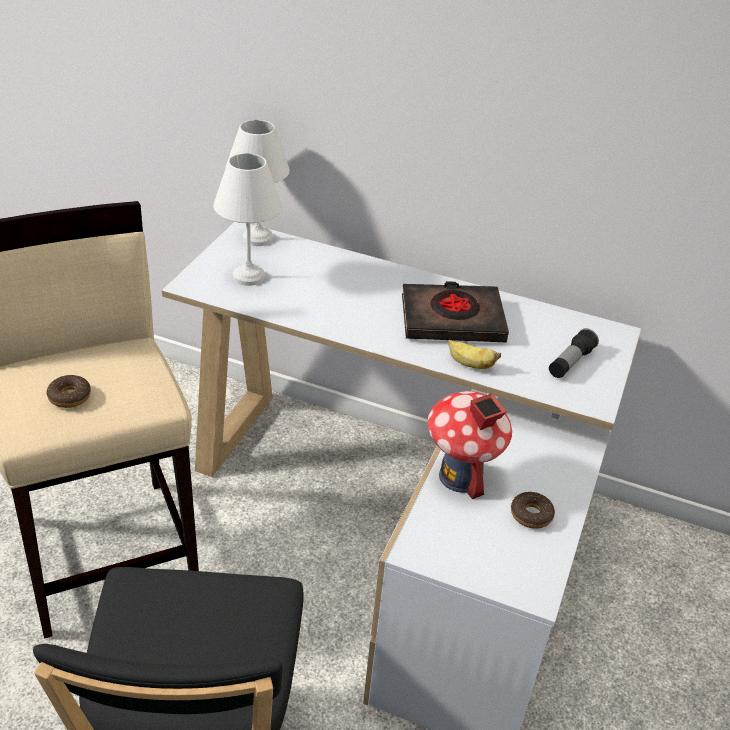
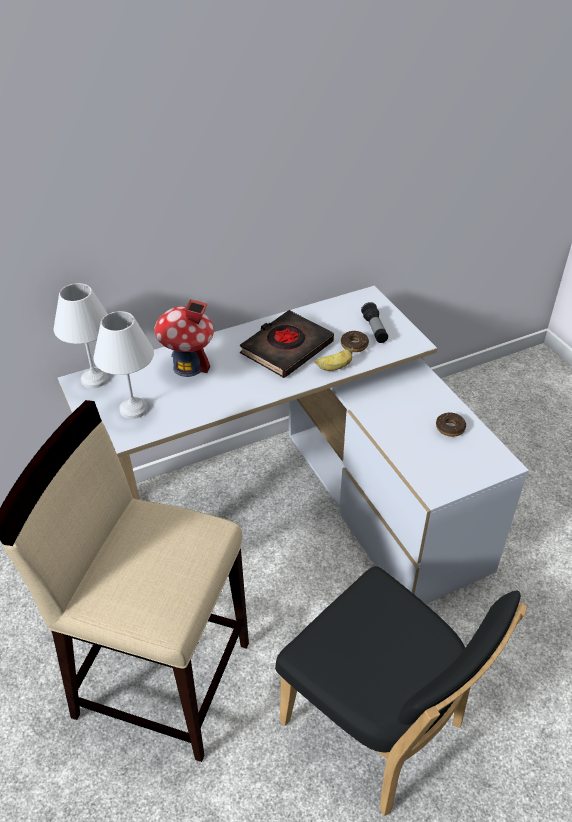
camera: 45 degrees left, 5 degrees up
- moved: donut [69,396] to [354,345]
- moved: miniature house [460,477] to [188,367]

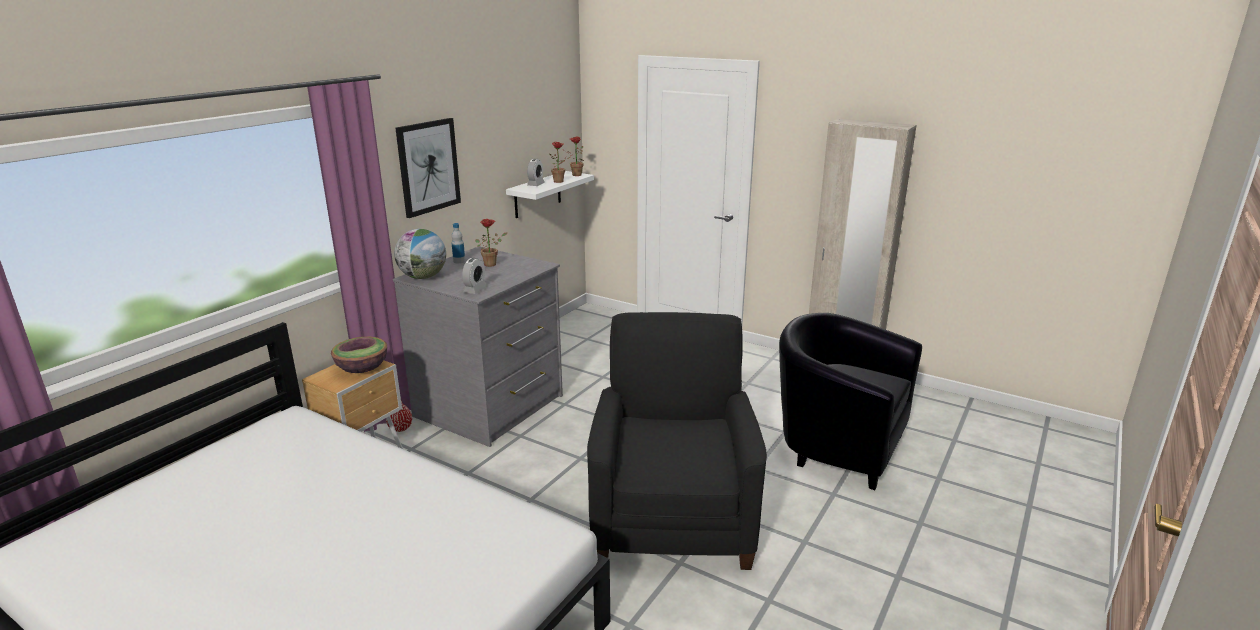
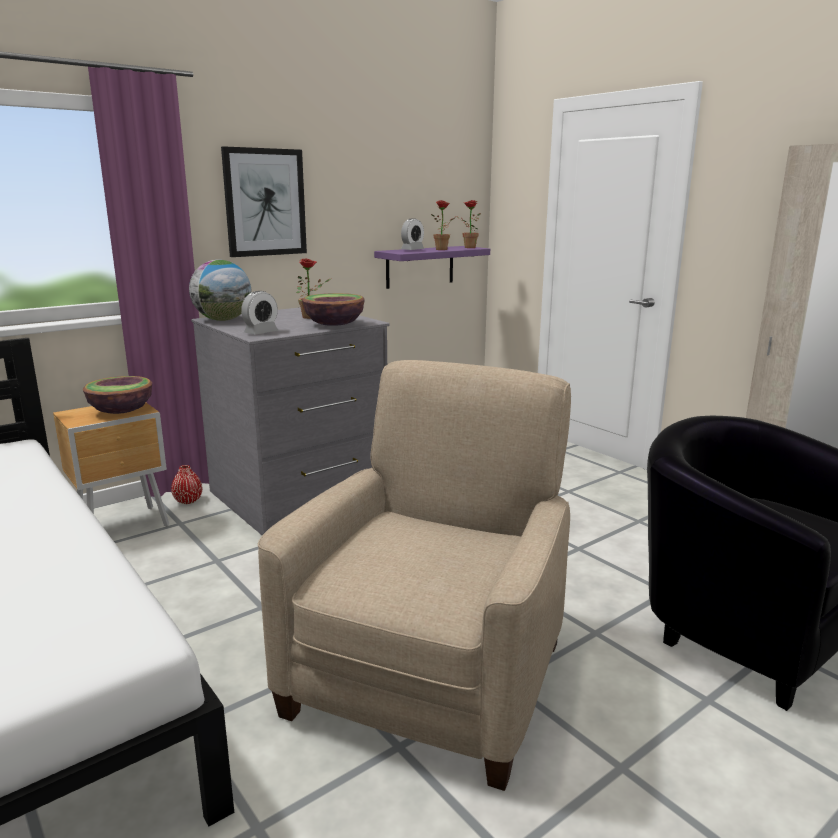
camera: 20 degrees right, 5 degrees down
- removed: beverage bottle [459,261]
- recoloured: white-coloured shelf [537,194] to purplish shelf [420,266]
- recoloured: black-coloured lounge chair [672,518] to beige-coloured lounge chair [429,675]
- added: bowl [334,325]

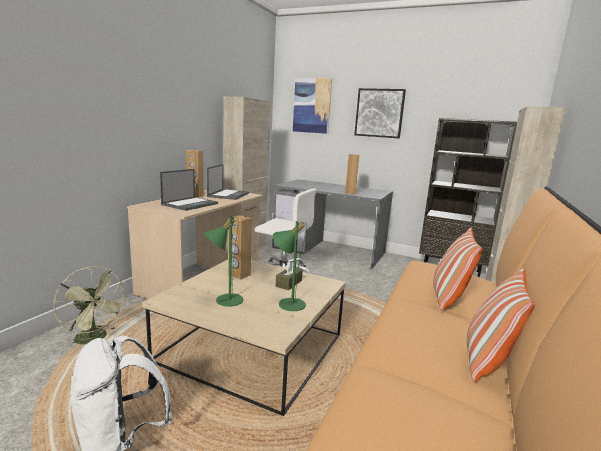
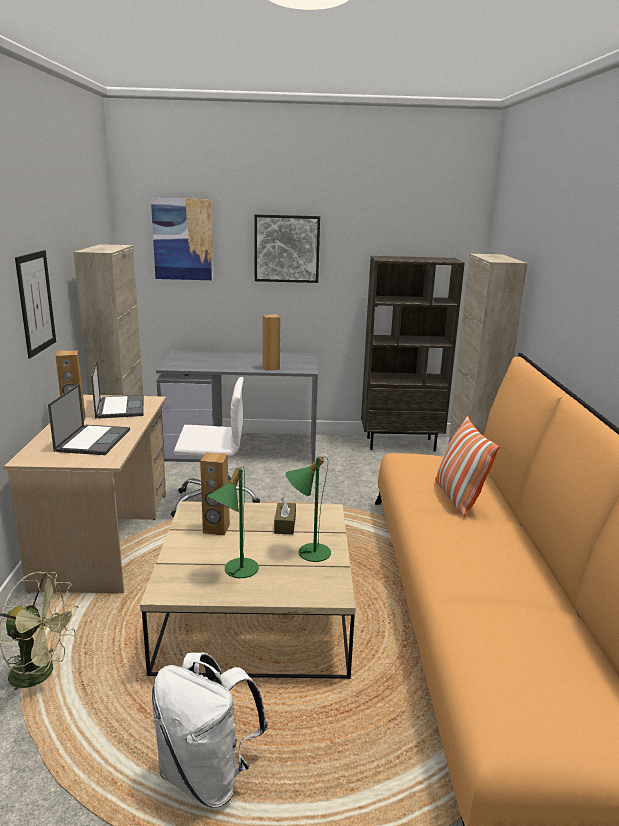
camera: 25 degrees left, 5 degrees up
- removed: pillow [487,361]
- added: wall art [36,302]

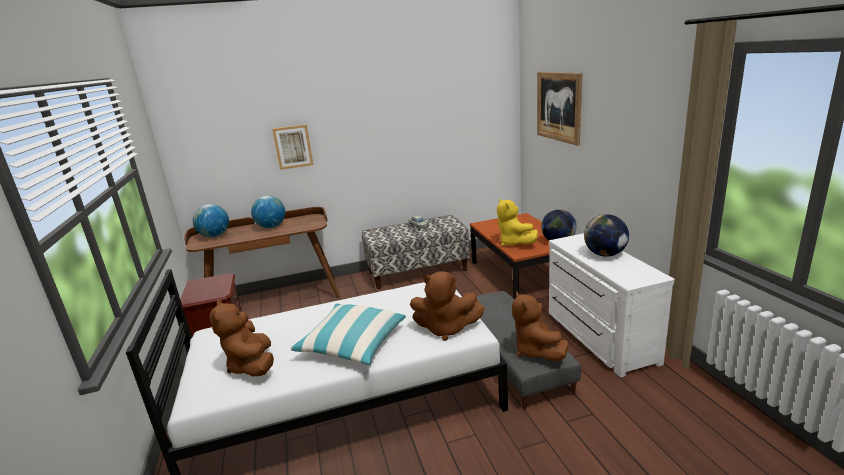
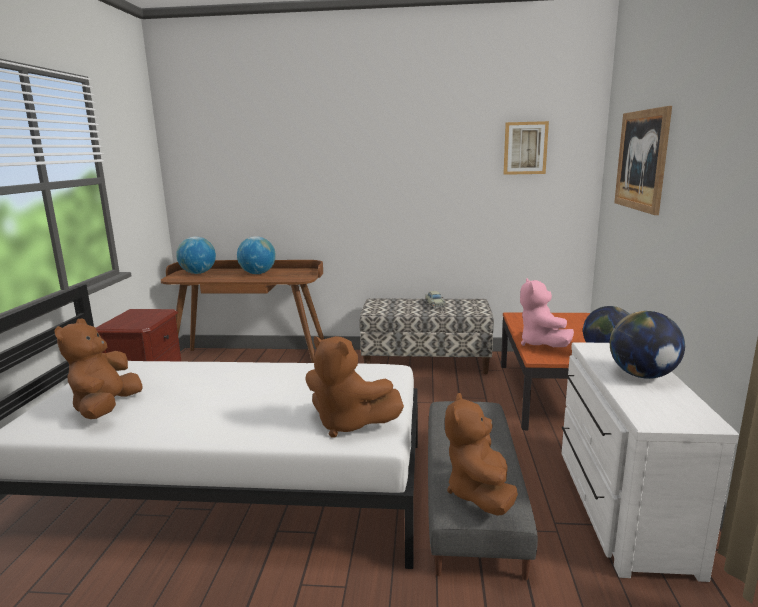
camera: 20 degrees right, 5 degrees down
- moved: wall art [293,146] to [525,148]
- removed: pillow [352,343]
- recoloured: yellow soft toy [514,243] to pink soft toy [541,344]

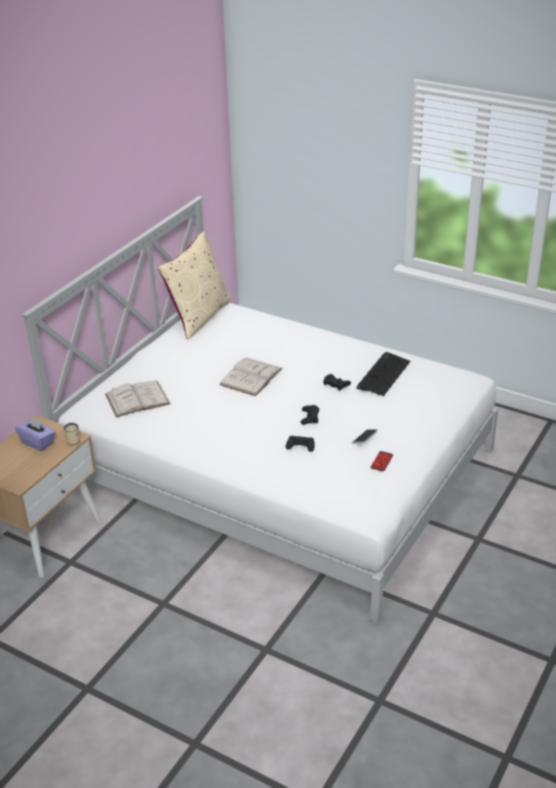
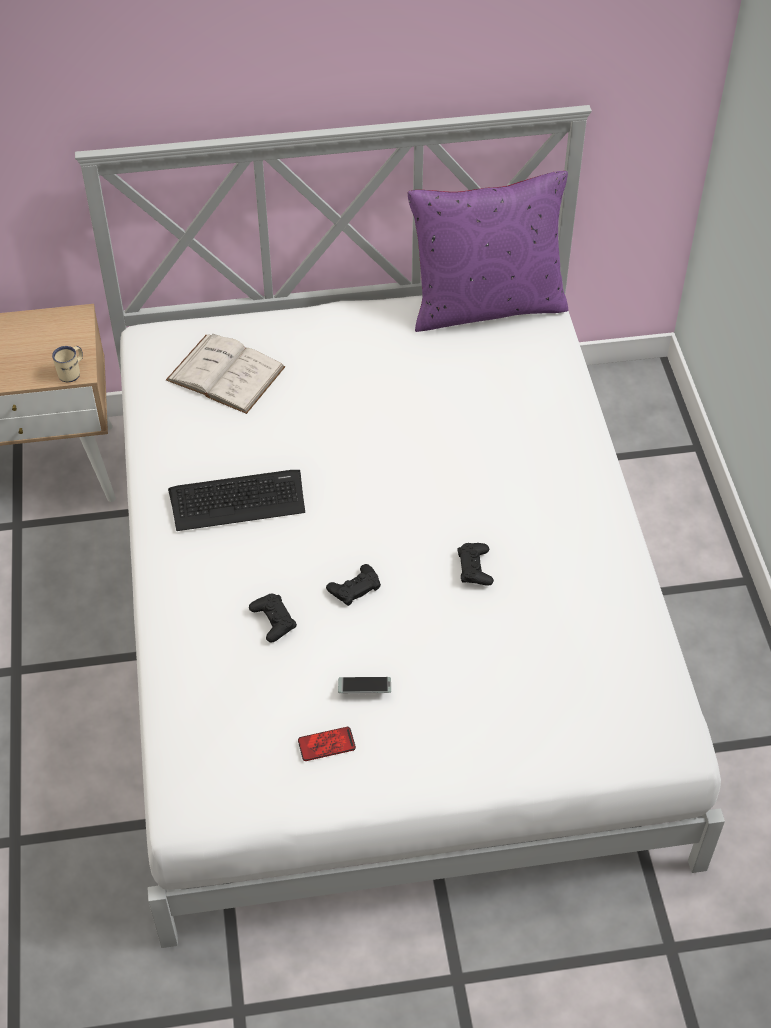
camera: 50 degrees right, 15 degrees up
- removed: purplish tissue box [38,442]
- recoloured: beige-coloured pillow [199,317] to purplish pillow [486,305]
- removed: white-coloured book [251,376]
- moved: keyboard [383,375] to [237,500]

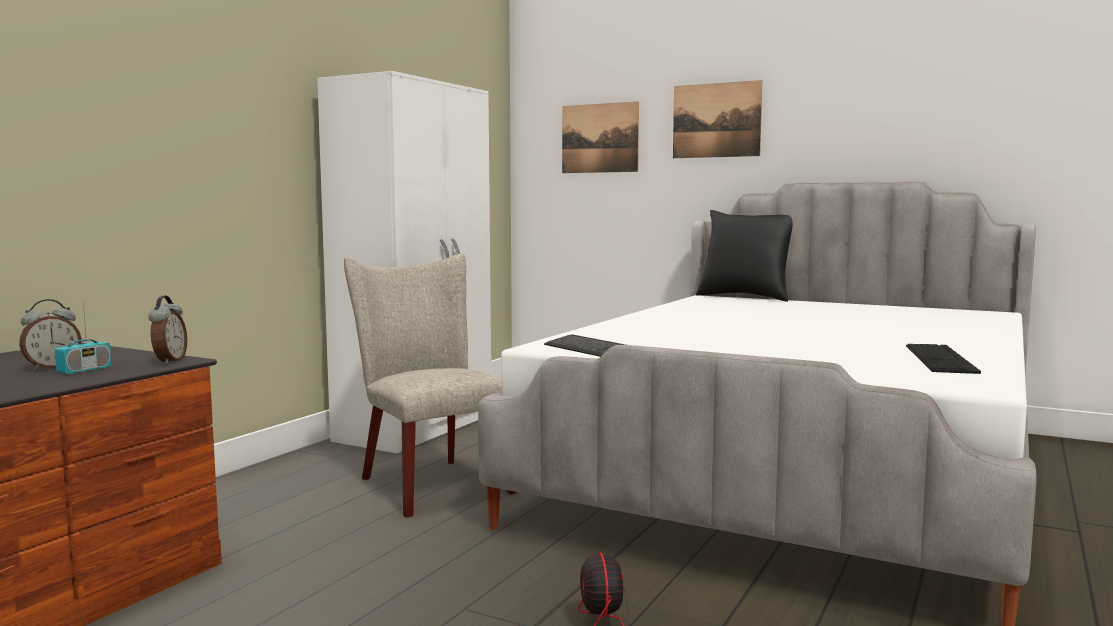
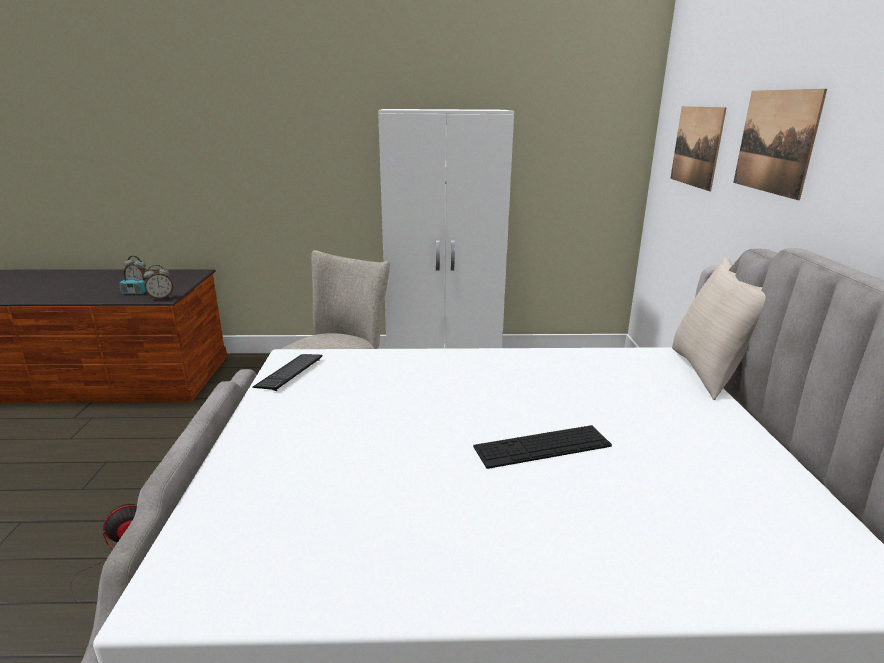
camera: 60 degrees right, 15 degrees up
- recoloured: black-coloured pillow [745,297] to beige-coloured pillow [709,372]
- moved: keyboard [940,359] to [542,446]

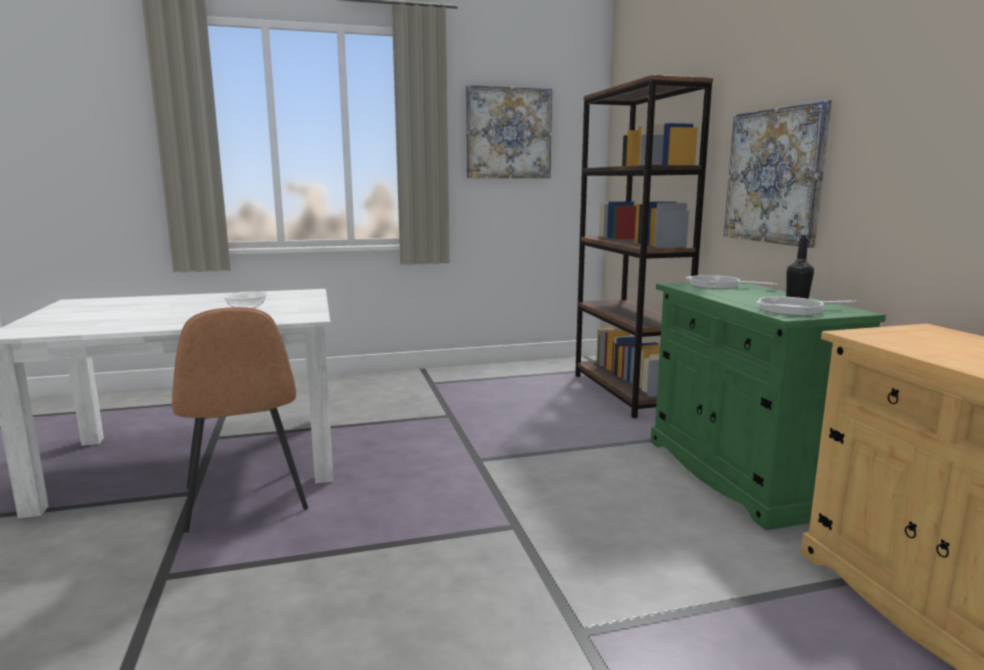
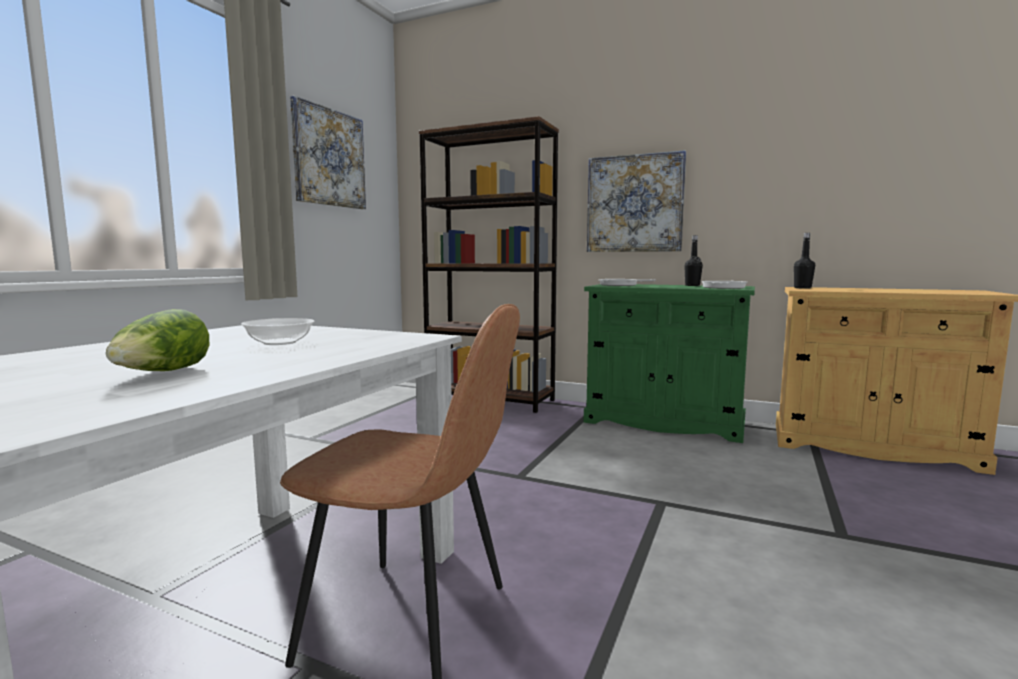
camera: 50 degrees left, 5 degrees down
- added: lettuce head [162,373]
- added: black-coloured beverage bottle [802,288]

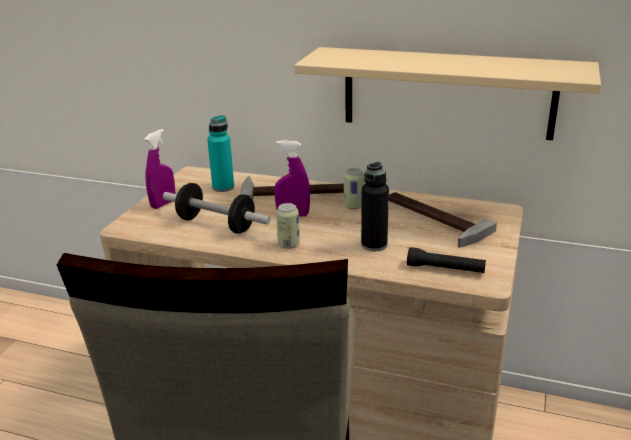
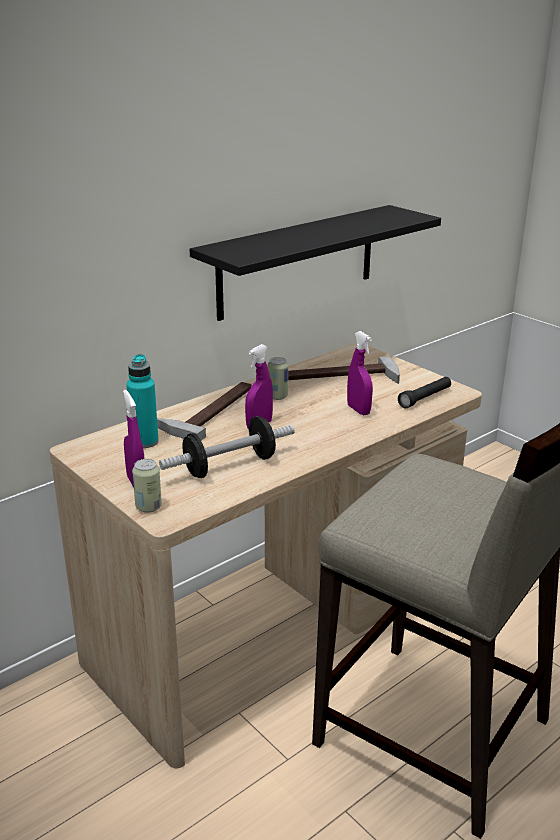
camera: 60 degrees left, 0 degrees up
- moved: metal can [288,244] to [148,507]
- recoloured: beige-coloured shelf [447,93] to black-coloured shelf [297,261]
- replaced: black-coloured beverage bottle [374,245] to purplish spray bottle [358,410]

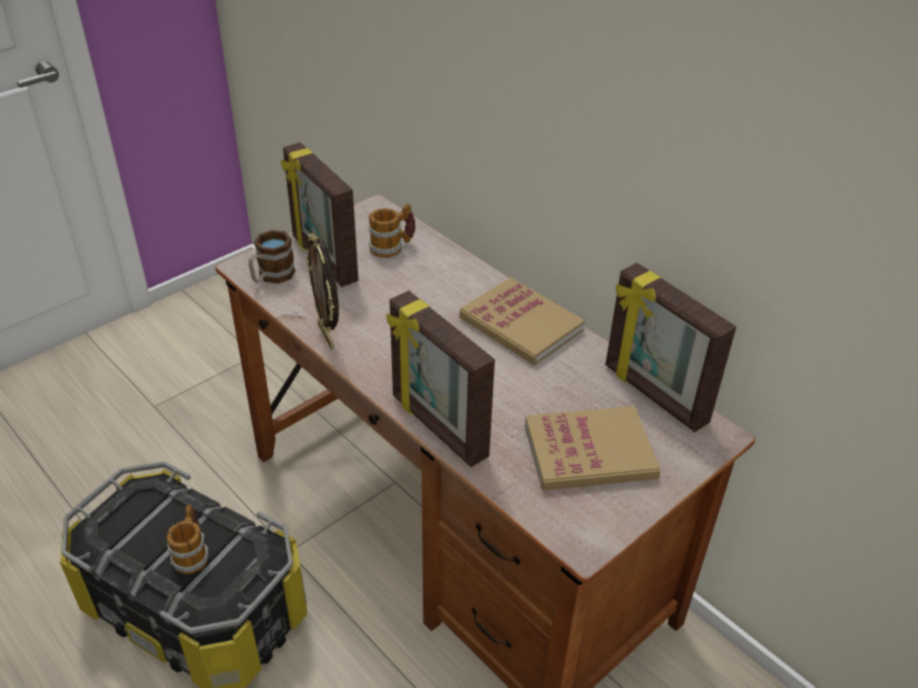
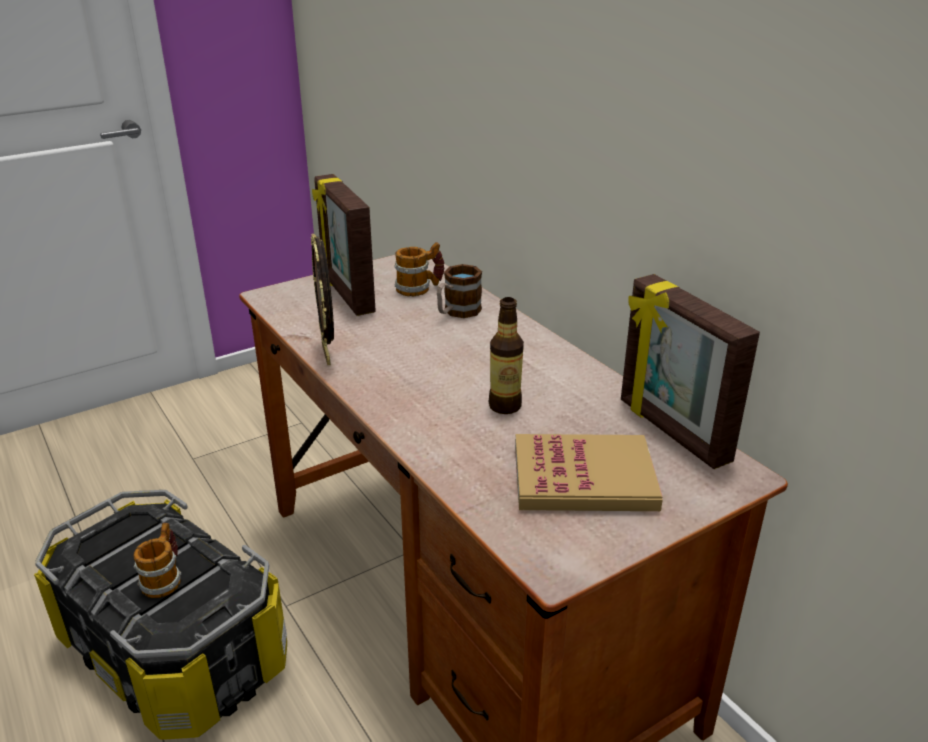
camera: 10 degrees right, 10 degrees down
- moved: coffee mug [271,277] to [457,312]
- removed: photo frame [437,427]
- removed: book [521,324]
- added: beverage bottle [505,406]

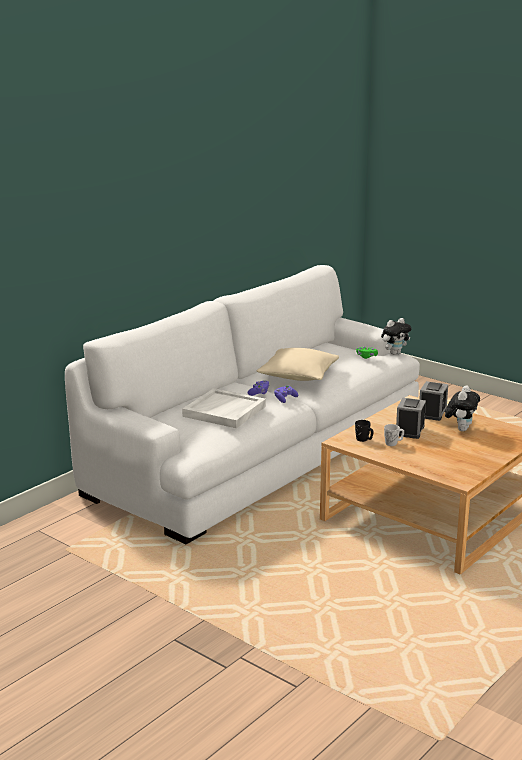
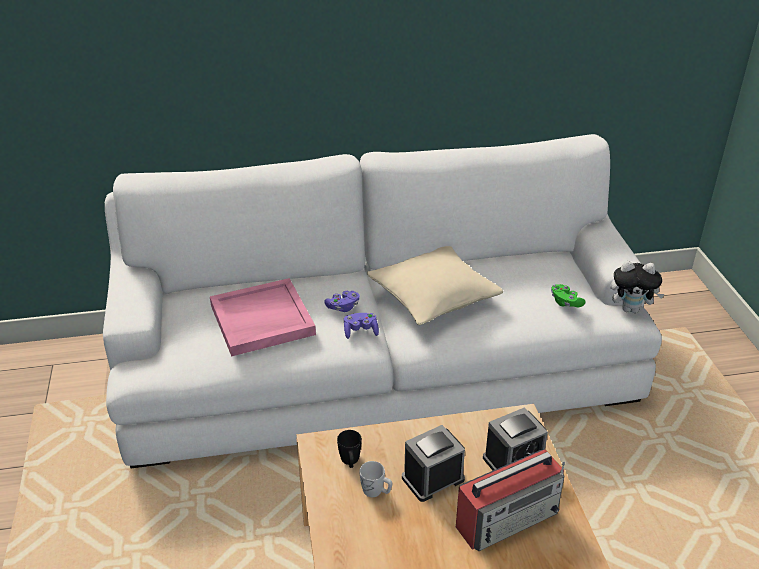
camera: 40 degrees right, 15 degrees up
- recoloured: white-coloured carrying tray [224,411] to pink carrying tray [261,320]
- replaced: soft toy [461,429] to radio receiver [508,518]

